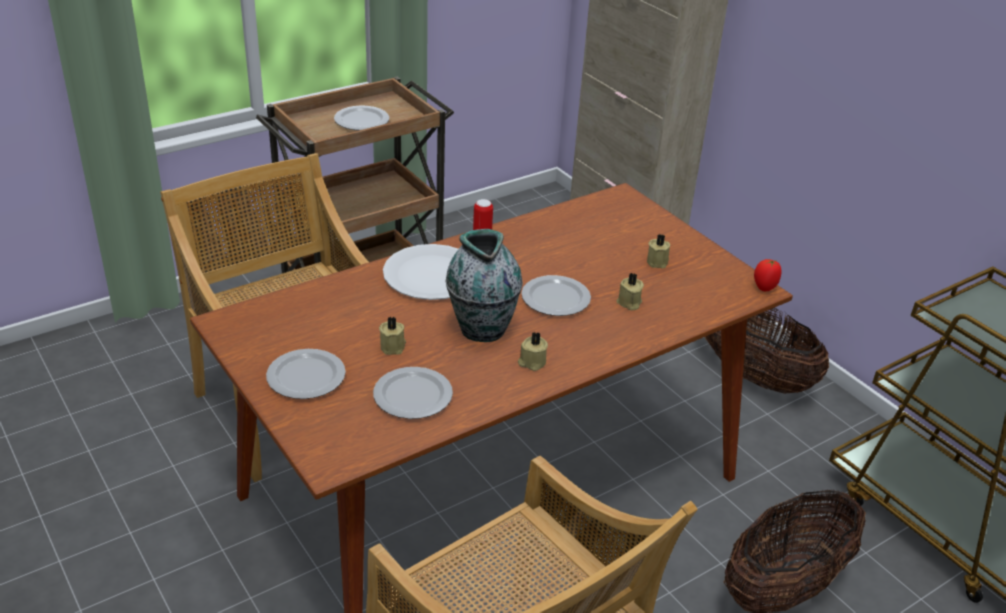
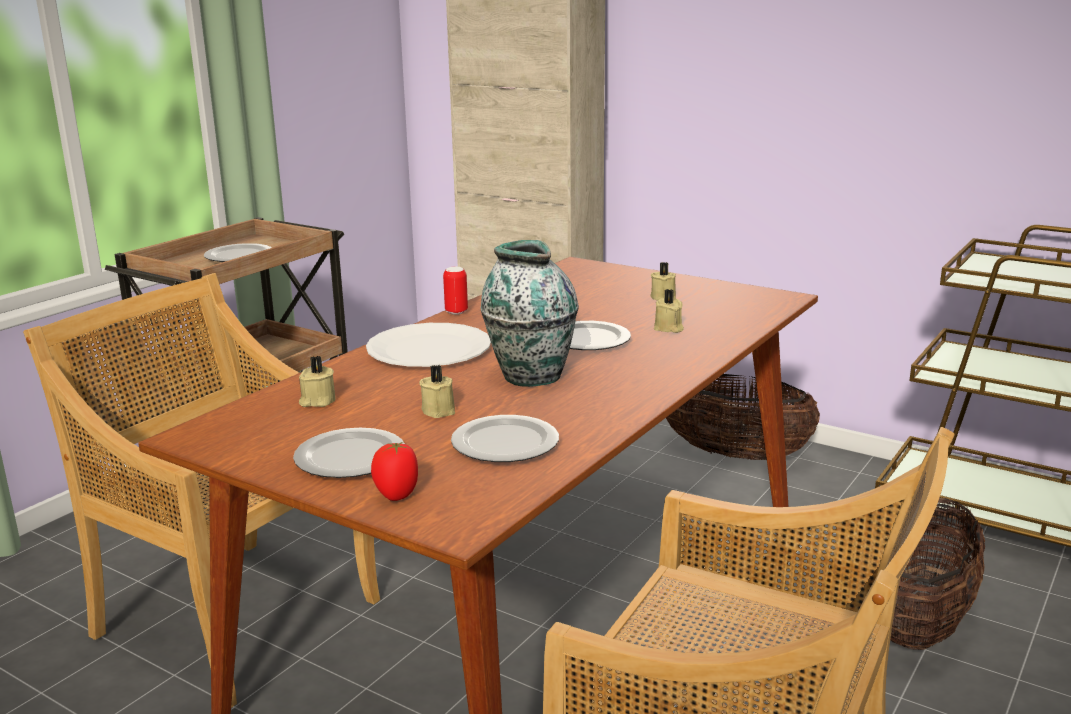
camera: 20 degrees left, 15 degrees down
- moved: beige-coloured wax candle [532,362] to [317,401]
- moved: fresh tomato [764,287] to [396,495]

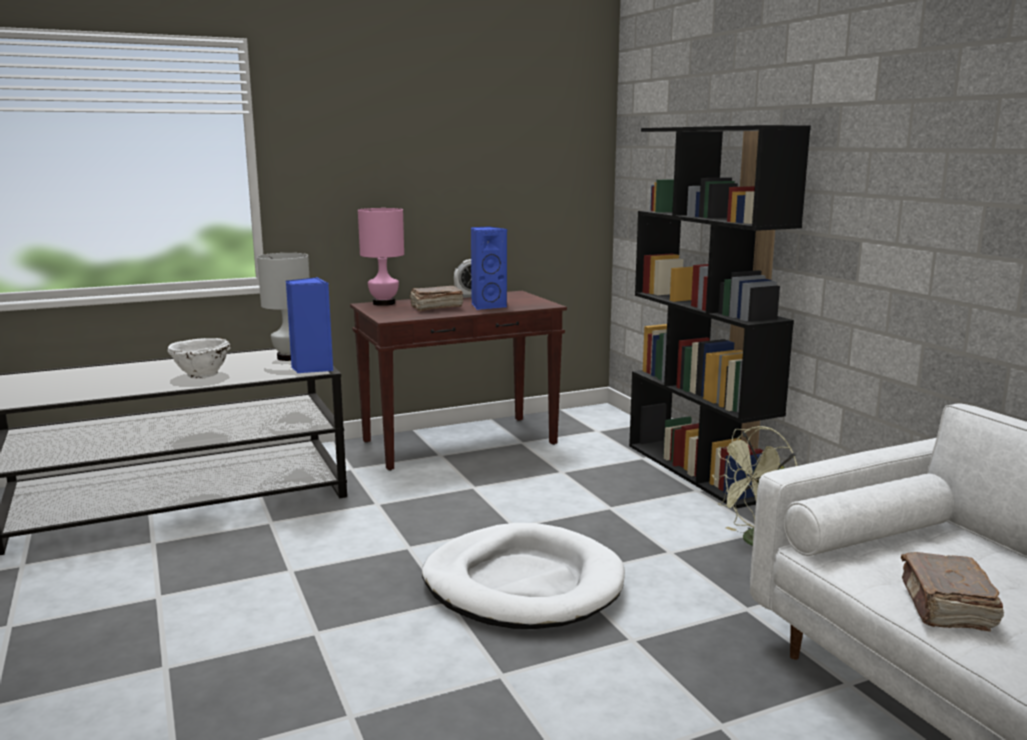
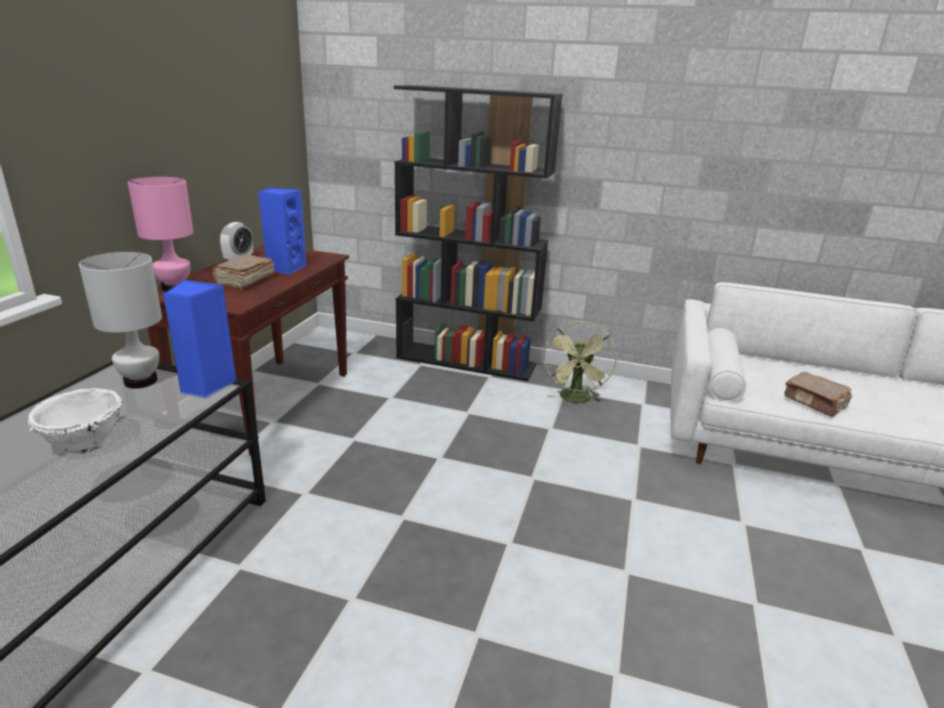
camera: 50 degrees left, 10 degrees up
- removed: white-coloured dog cushion [523,584]

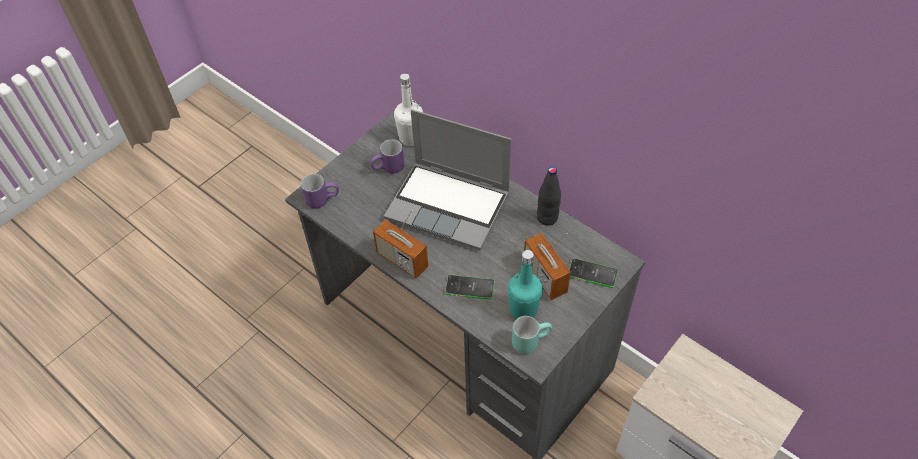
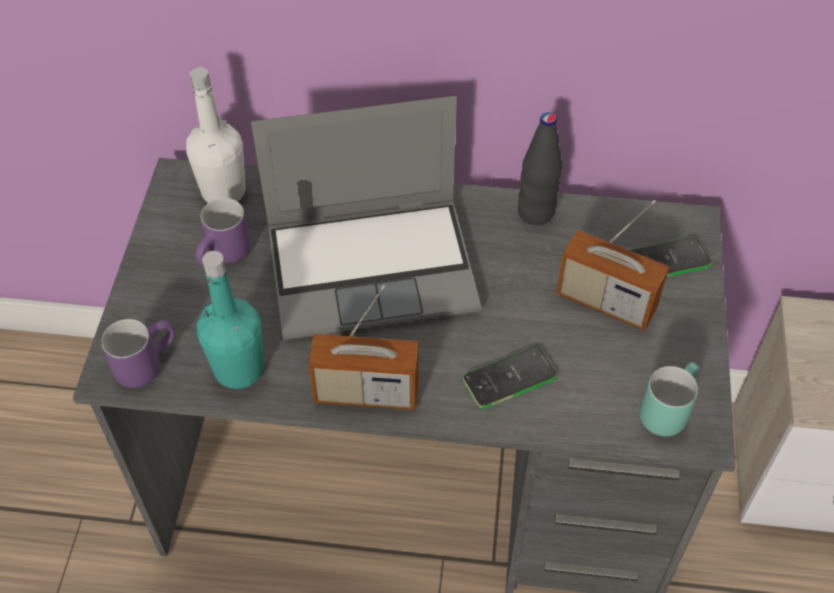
camera: 35 degrees left, 0 degrees up
- moved: blue-green beverage bottle [523,310] to [239,369]

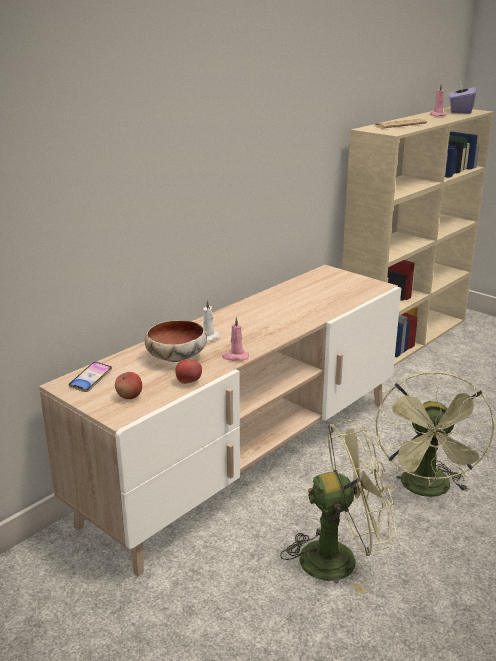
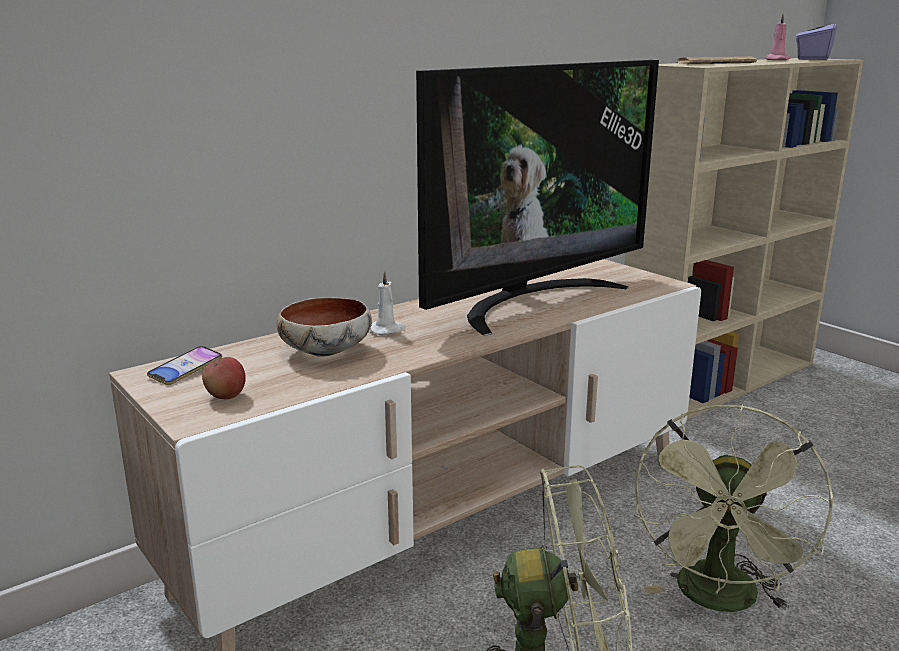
camera: 10 degrees right, 5 degrees down
- removed: apple [188,382]
- removed: pink wax candle [235,357]
- added: TV [532,301]

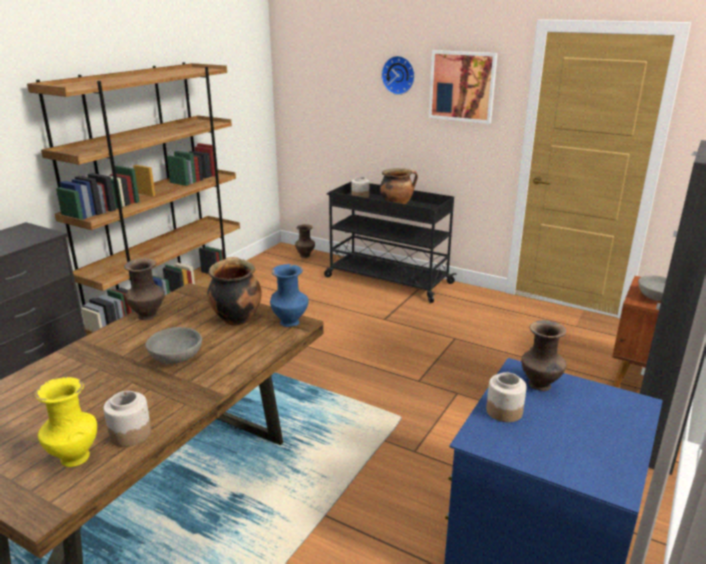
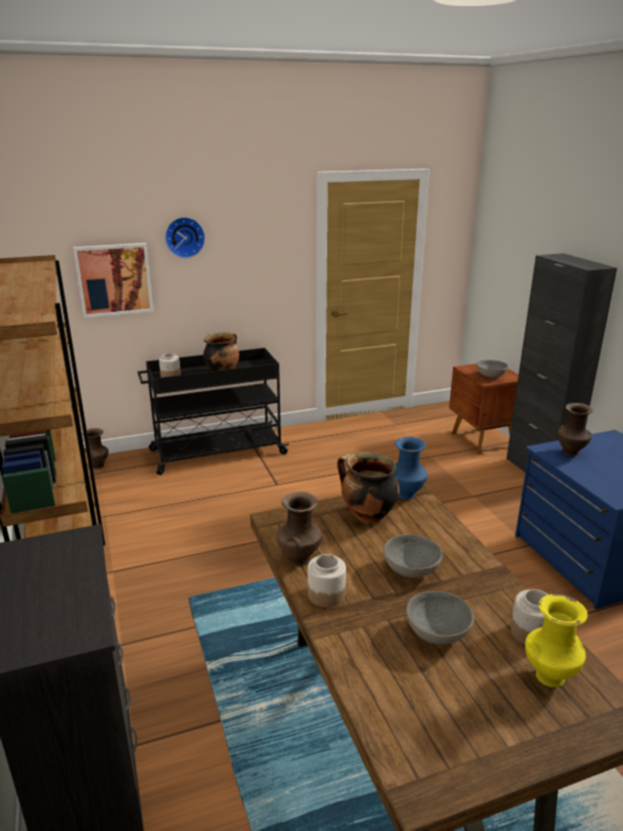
camera: 50 degrees left, 0 degrees up
- moved: wall art [462,86] to [114,279]
- moved: preserve jar [504,411] to [326,594]
- added: greyish bowl [437,631]

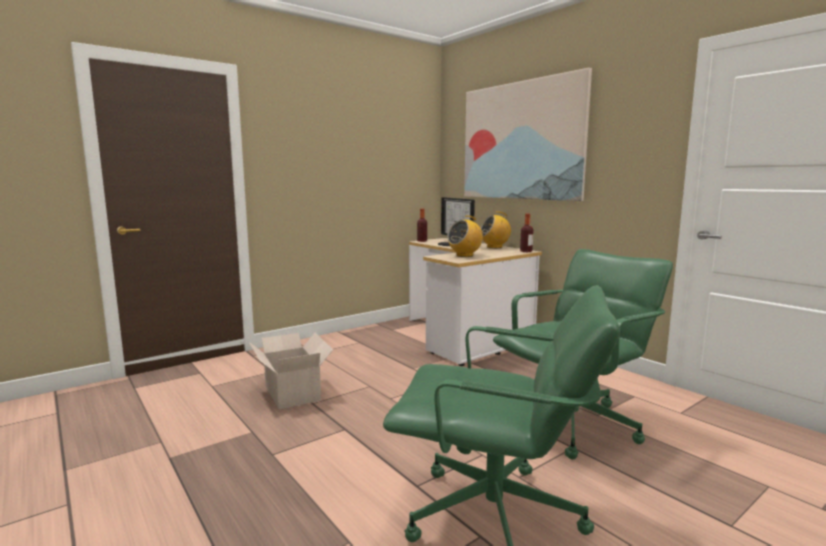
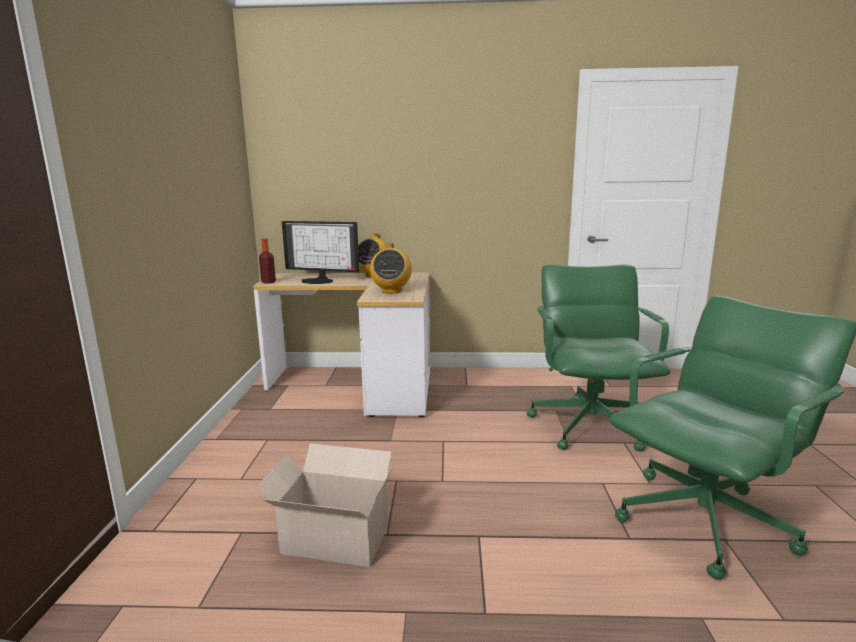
camera: 50 degrees left, 5 degrees up
- removed: wall art [521,141]
- removed: beverage bottle [526,251]

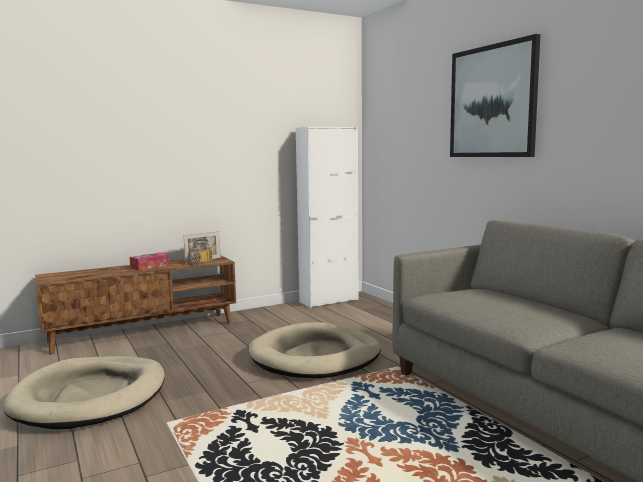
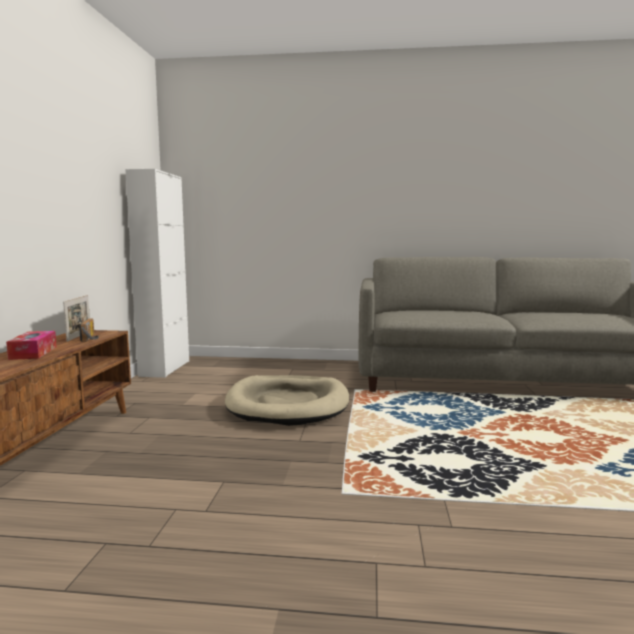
camera: 55 degrees left, 0 degrees up
- removed: beige-coloured dog cushion [91,396]
- removed: wall art [492,101]

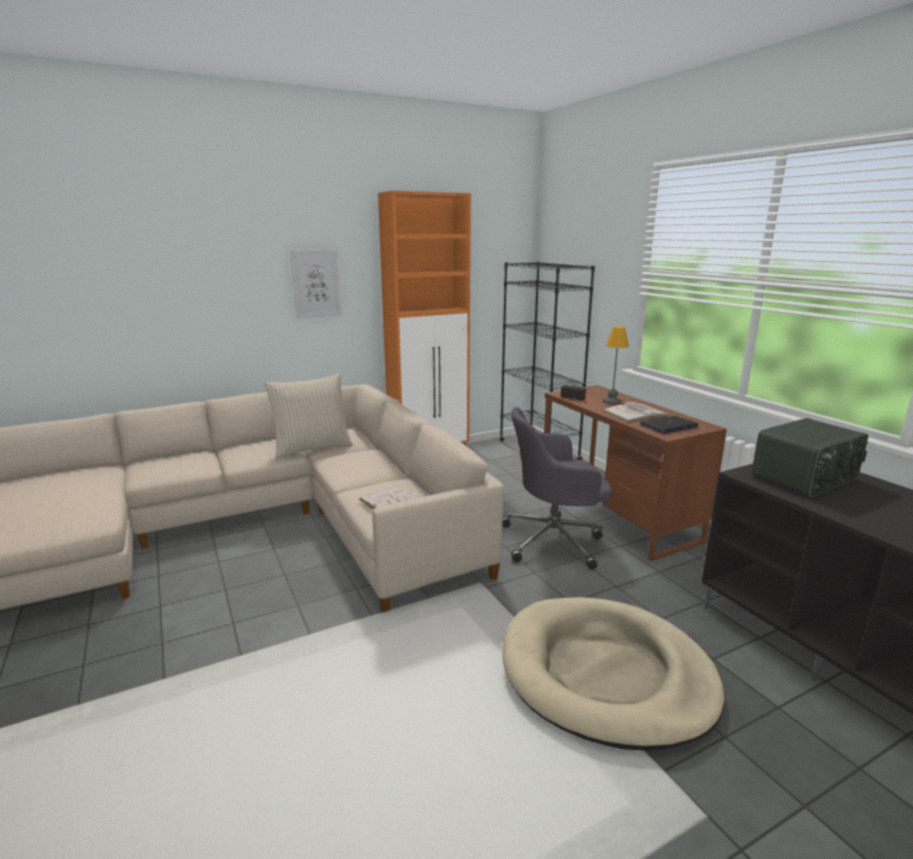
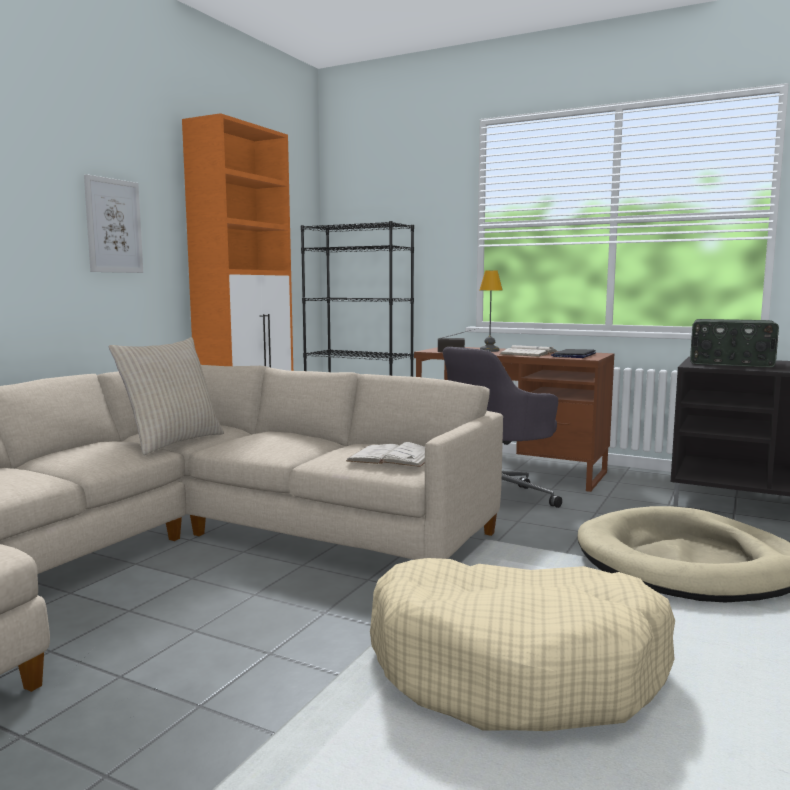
camera: 35 degrees left, 10 degrees down
- turned: radio receiver [805,478] = [731,363] 90 degrees clockwise
- added: beige-coloured dog cushion [517,669]

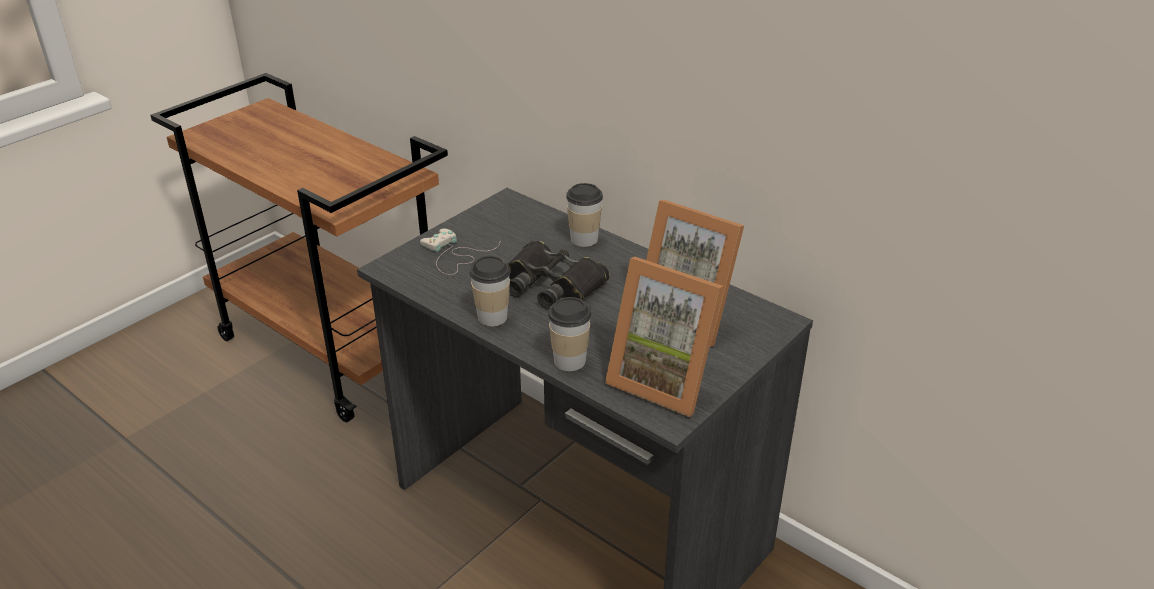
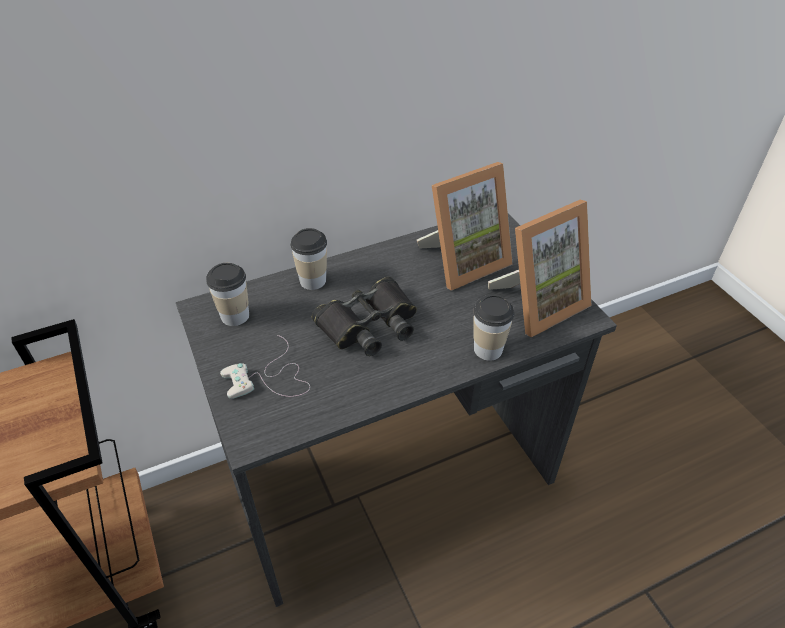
camera: 65 degrees left, 10 degrees up
- moved: small cup [492,317] to [235,316]

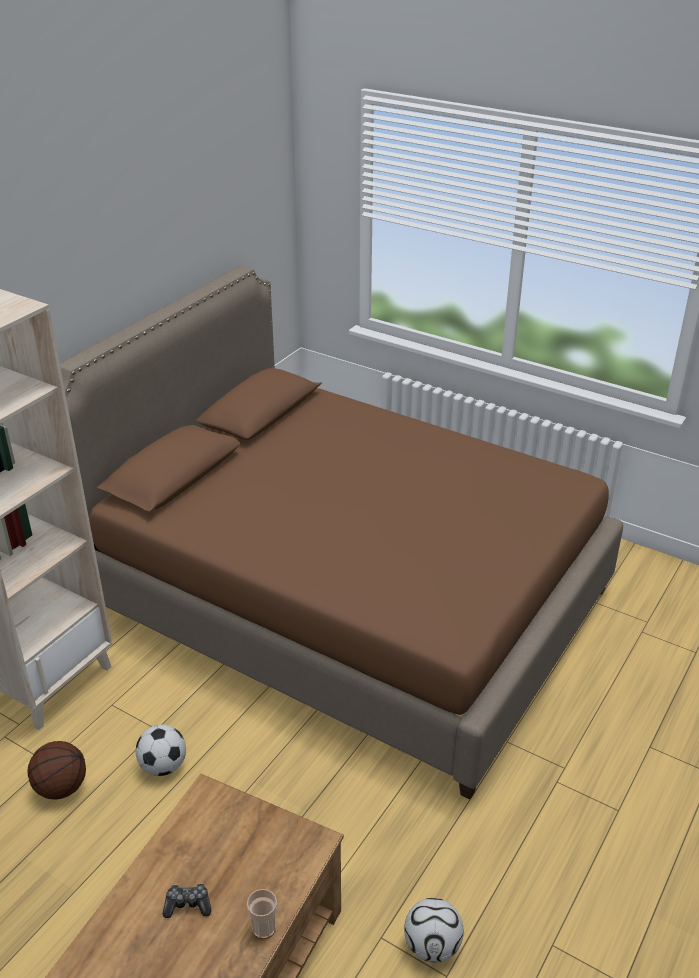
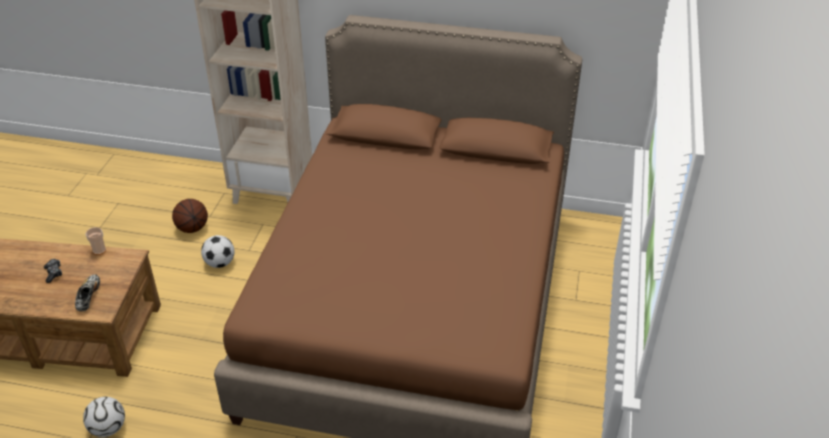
camera: 70 degrees right, 5 degrees up
- moved: small cup [264,928] to [99,250]
- added: shoe [89,296]

